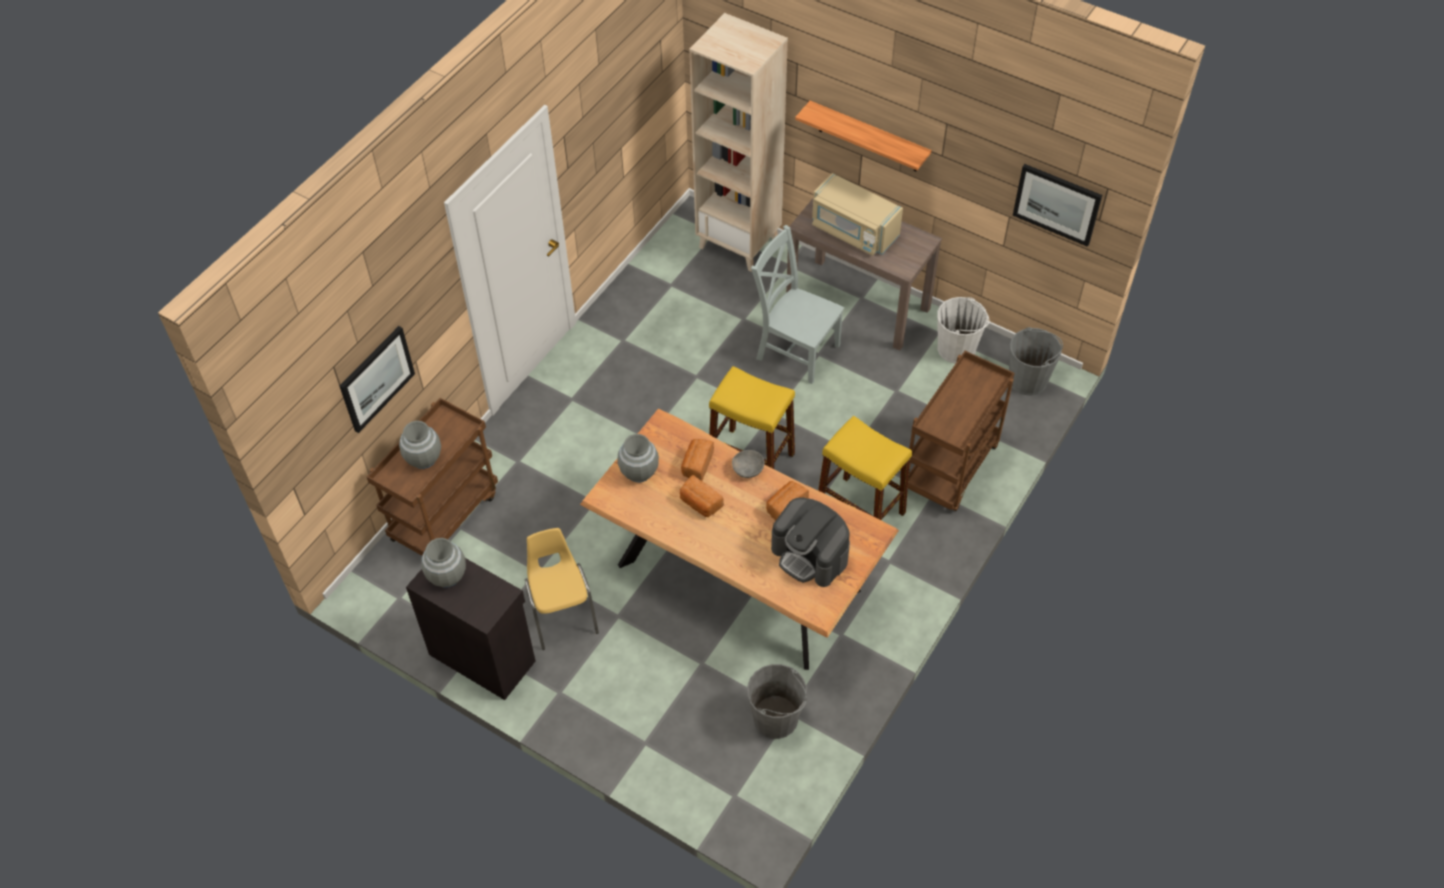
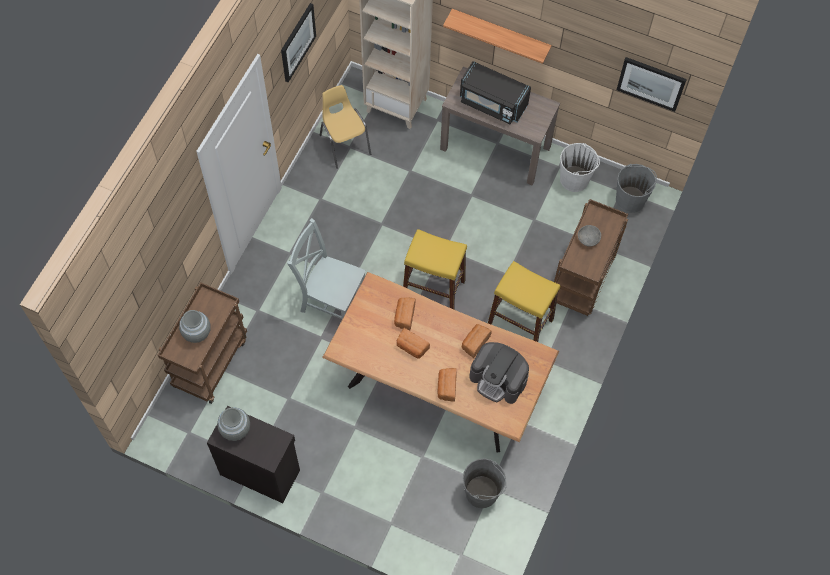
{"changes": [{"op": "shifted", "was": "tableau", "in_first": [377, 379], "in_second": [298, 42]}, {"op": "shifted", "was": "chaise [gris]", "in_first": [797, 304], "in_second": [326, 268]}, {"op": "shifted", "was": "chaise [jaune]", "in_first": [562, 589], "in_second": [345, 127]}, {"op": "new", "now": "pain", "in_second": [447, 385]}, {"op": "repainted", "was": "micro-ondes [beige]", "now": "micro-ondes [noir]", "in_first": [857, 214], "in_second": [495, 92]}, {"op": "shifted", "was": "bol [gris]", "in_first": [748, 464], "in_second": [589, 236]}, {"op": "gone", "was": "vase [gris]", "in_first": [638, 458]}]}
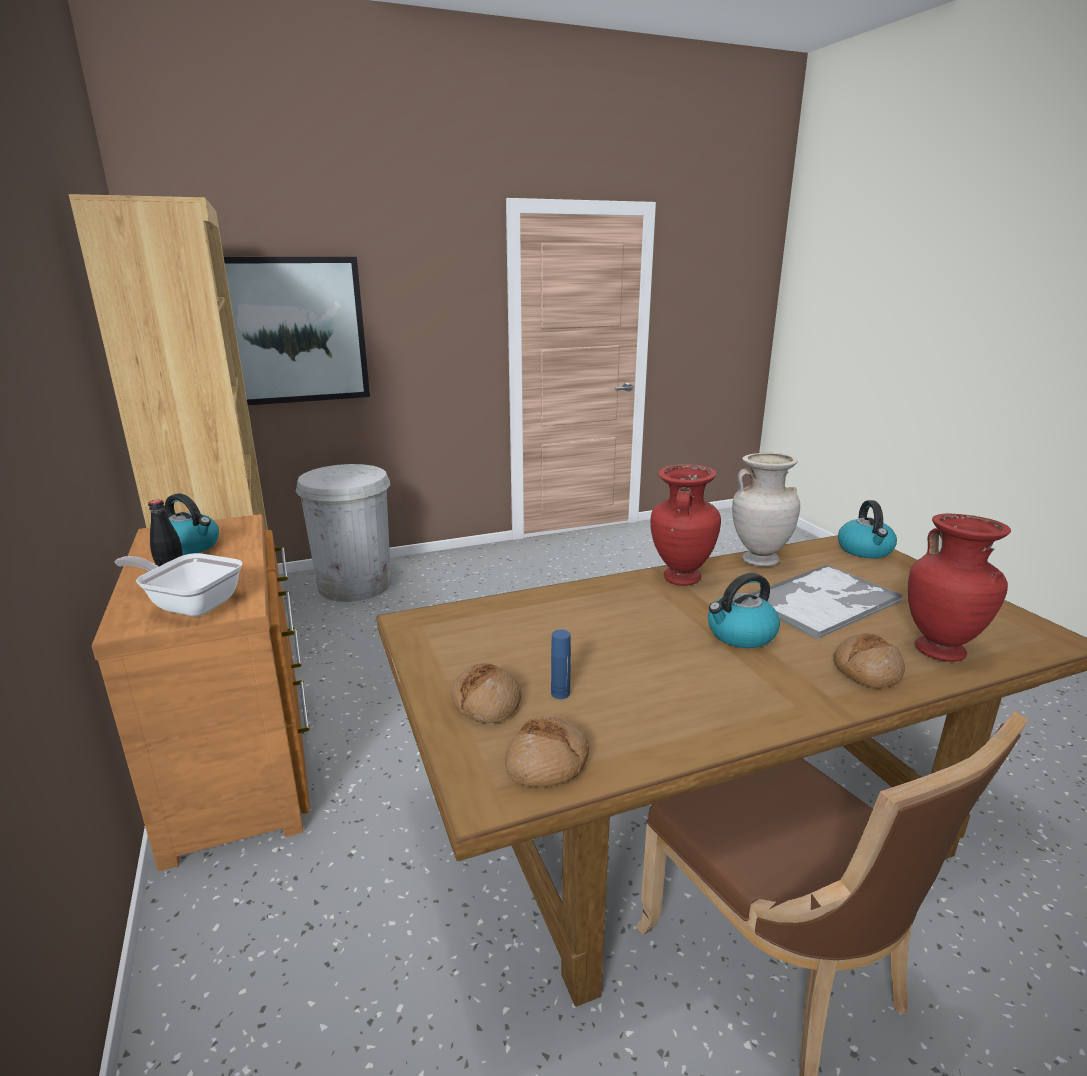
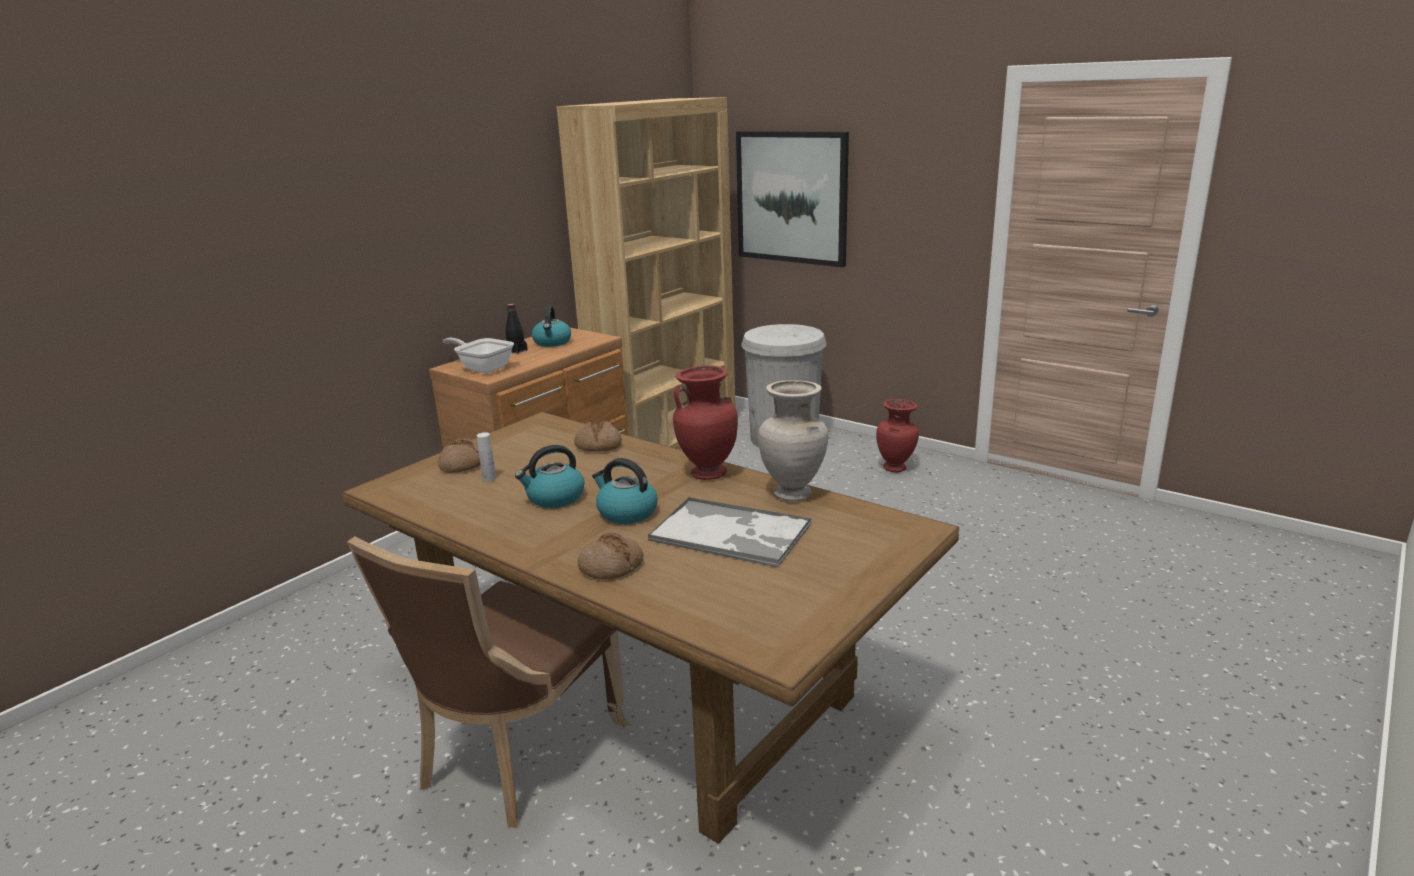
{"changes": [{"op": "rotated", "was": "poêle", "in_first": [179, 585], "in_second": [478, 355], "clockwise": -45}, {"op": "repainted", "was": "bouteille [bleu]", "now": "bouteille [blanc]", "in_first": [561, 664], "in_second": [486, 457]}, {"op": "shifted", "was": "bouilloire", "in_first": [867, 529], "in_second": [549, 476]}, {"op": "shifted", "was": "pain", "in_first": [547, 751], "in_second": [598, 436]}, {"op": "shifted", "was": "vase [rouge]", "in_first": [959, 588], "in_second": [897, 435]}]}
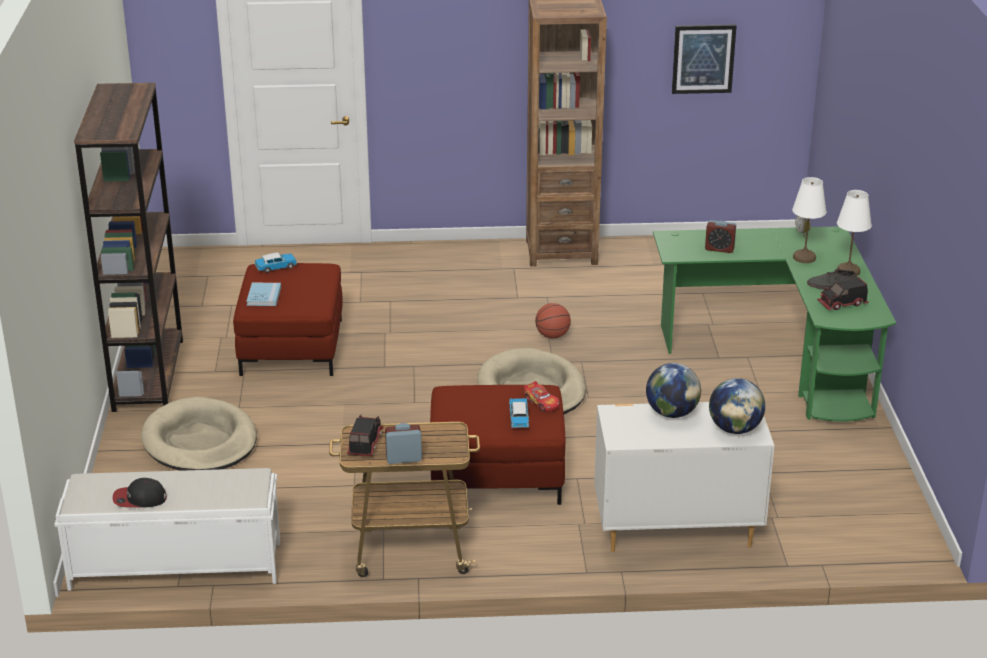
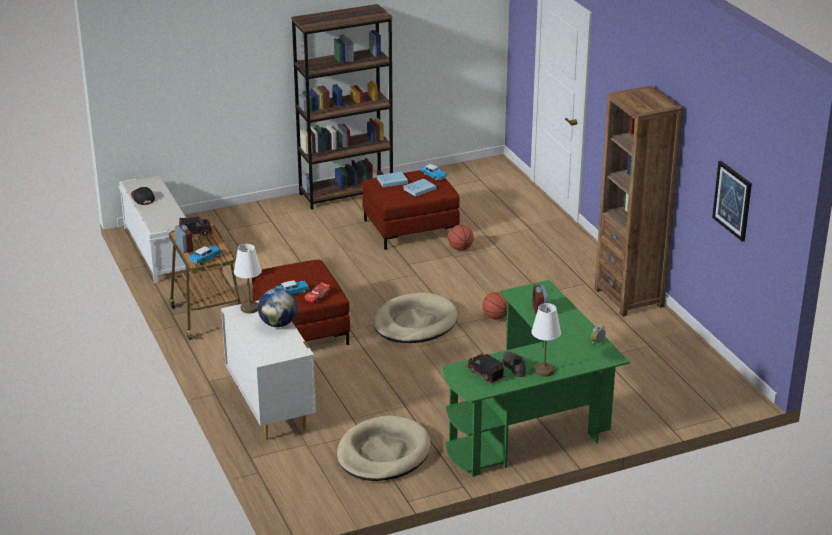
{"changes": [{"op": "new", "now": "petite voiture", "in_second": [205, 254]}, {"op": "shifted", "was": "lampe de table [blanc]", "in_first": [809, 220], "in_second": [248, 278]}, {"op": "shifted", "was": "panier pour chien [beige]", "in_first": [199, 434], "in_second": [384, 448]}, {"op": "new", "now": "livre [bleu]", "in_second": [420, 188]}, {"op": "new", "now": "ballon de basket", "in_second": [461, 238]}, {"op": "gone", "was": "globe", "in_first": [737, 406]}]}
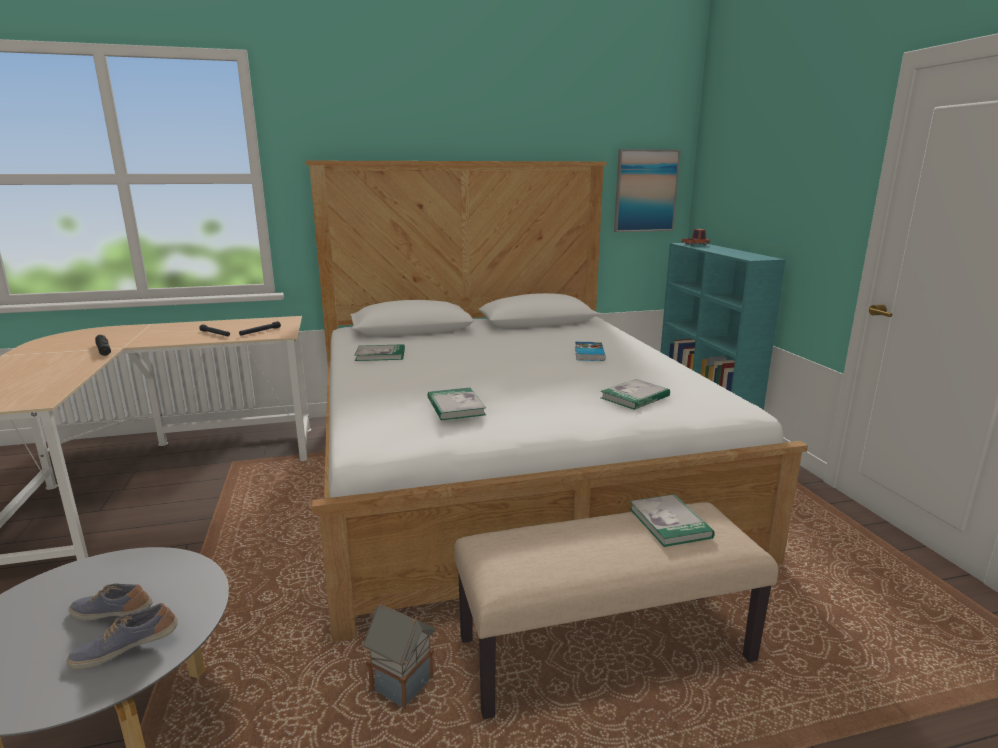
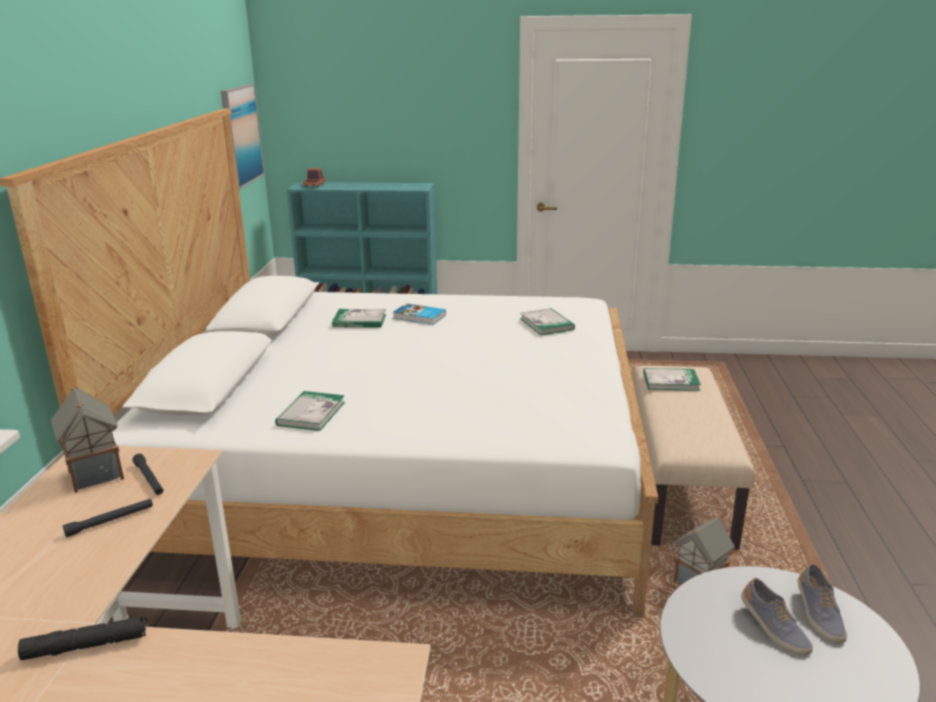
{"changes": [{"op": "new", "now": "maison miniature", "in_second": [87, 439]}, {"op": "shifted", "was": "livre", "in_first": [456, 404], "in_second": [359, 318]}, {"op": "rotated", "was": "chaussure", "in_first": [111, 602], "in_second": [777, 617], "clockwise": -60}]}
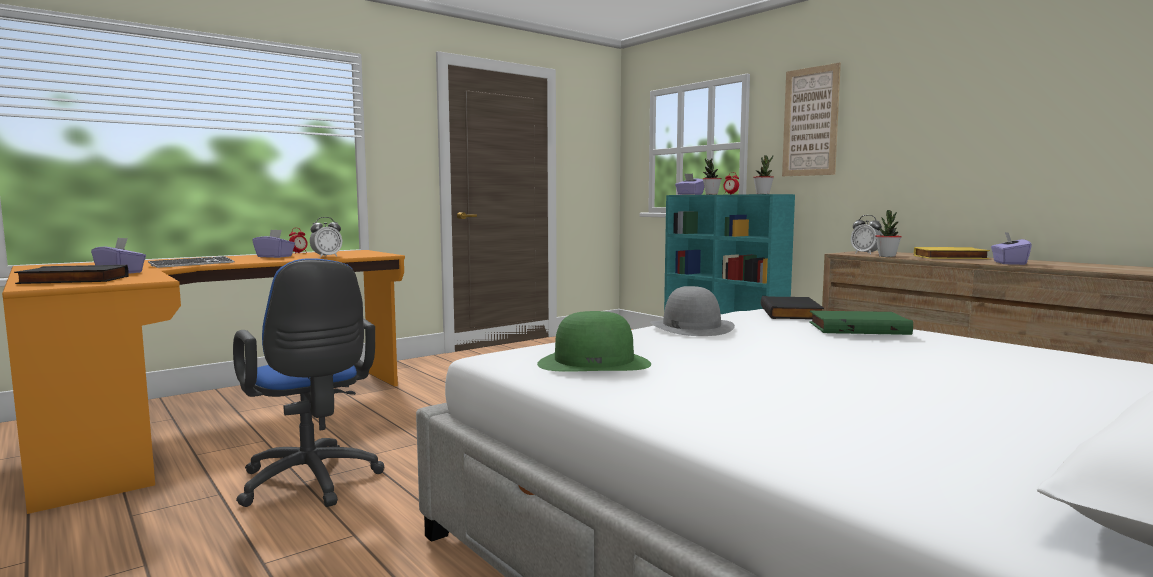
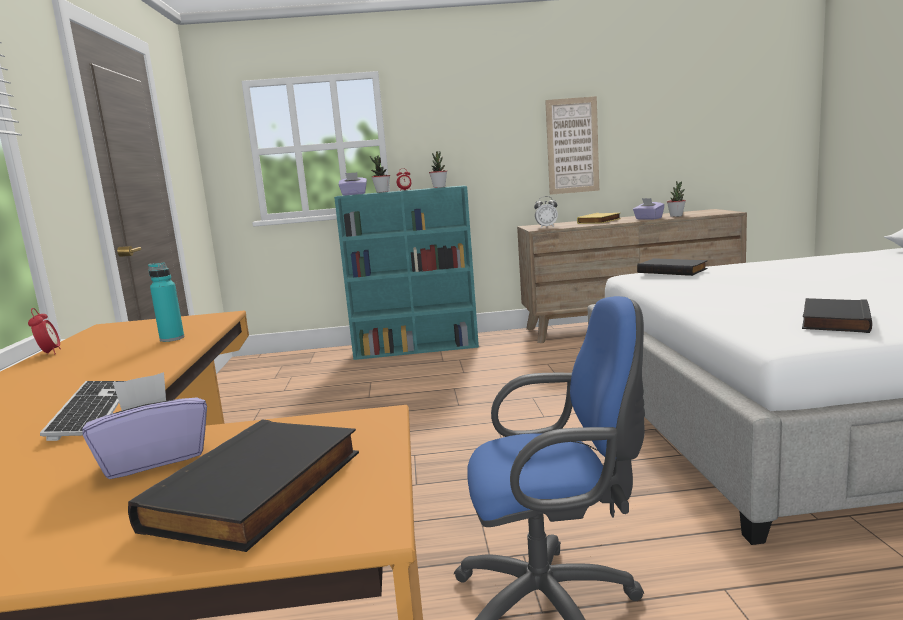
{"changes": [{"op": "swapped", "was": "réveil", "now": "bouteille [turquoise]", "in_first": [326, 237], "in_second": [166, 302]}, {"op": "shifted", "was": "tableau", "in_first": [811, 119], "in_second": [572, 145]}, {"op": "shifted", "was": "plante en pot", "in_first": [888, 233], "in_second": [676, 199]}, {"op": "swapped", "was": "chapeau [vert]", "now": "livre [noir]", "in_first": [594, 341], "in_second": [837, 315]}, {"op": "gone", "was": "boîte à mouchoirs [violet]", "in_first": [273, 244]}, {"op": "gone", "was": "chapeau [gris]", "in_first": [692, 311]}, {"op": "gone", "was": "livre [vert]", "in_first": [861, 323]}]}
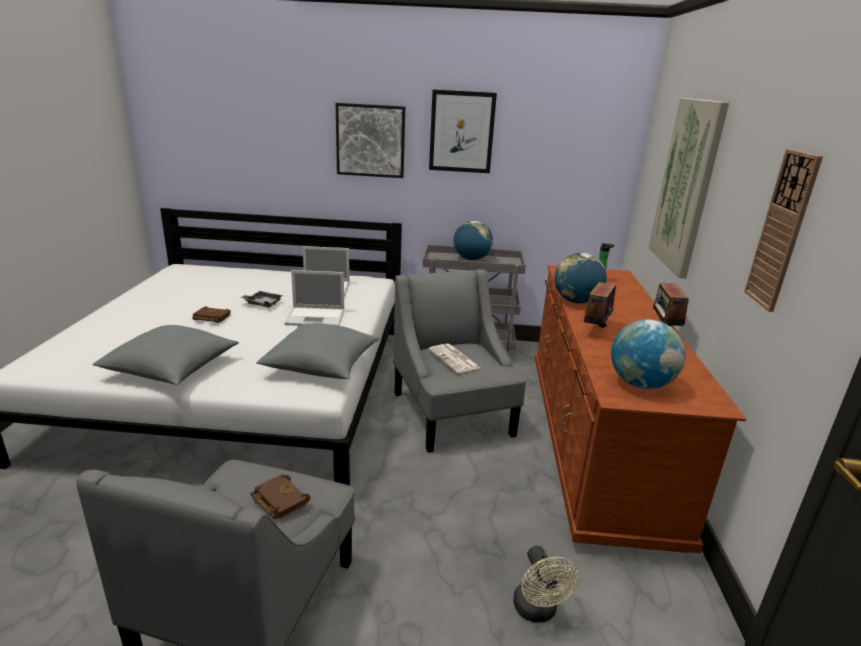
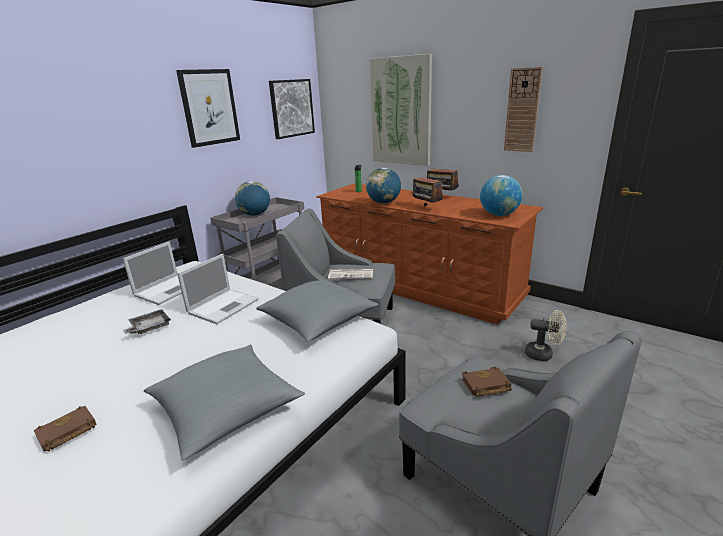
{"changes": [{"op": "shifted", "was": "livre [marron]", "in_first": [211, 314], "in_second": [65, 429]}, {"op": "shifted", "was": "tableau", "in_first": [370, 140], "in_second": [292, 109]}]}
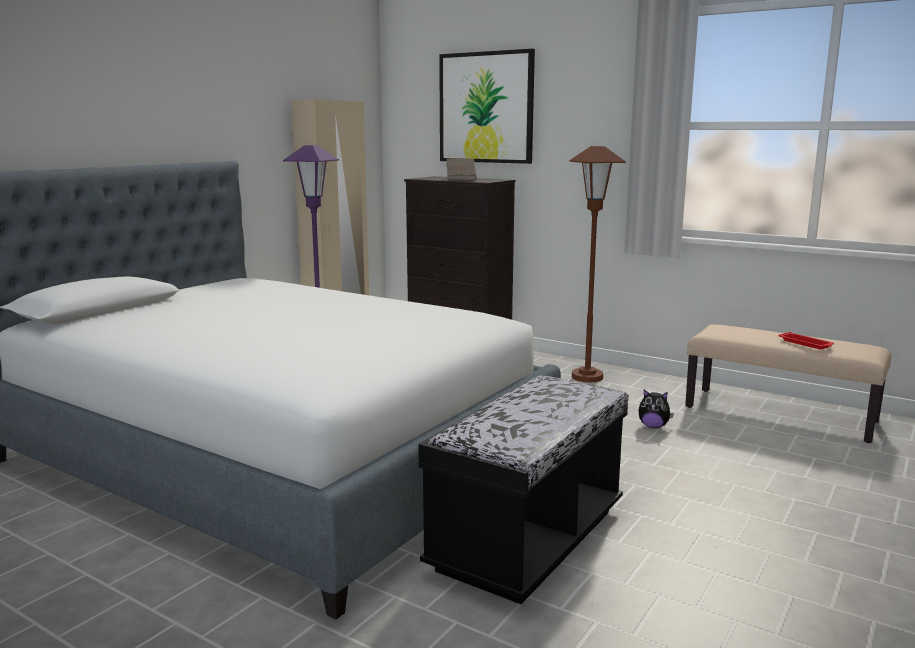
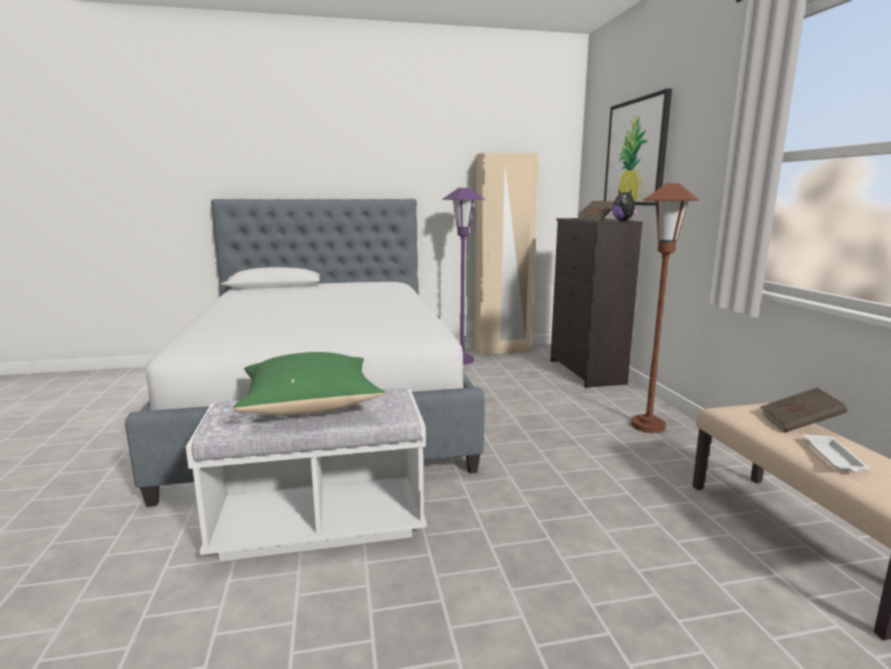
{"changes": [{"op": "repainted", "was": "banc [noir]", "now": "banc [blanc]", "in_first": [523, 490], "in_second": [306, 474]}, {"op": "new", "now": "coussin [vert]", "in_second": [309, 383]}, {"op": "shifted", "was": "peluche", "in_first": [656, 408], "in_second": [625, 205]}, {"op": "new", "now": "livre [marron]", "in_second": [804, 410]}, {"op": "repainted", "was": "plateau [rouge]", "now": "plateau [blanc]", "in_first": [806, 341], "in_second": [837, 454]}]}
